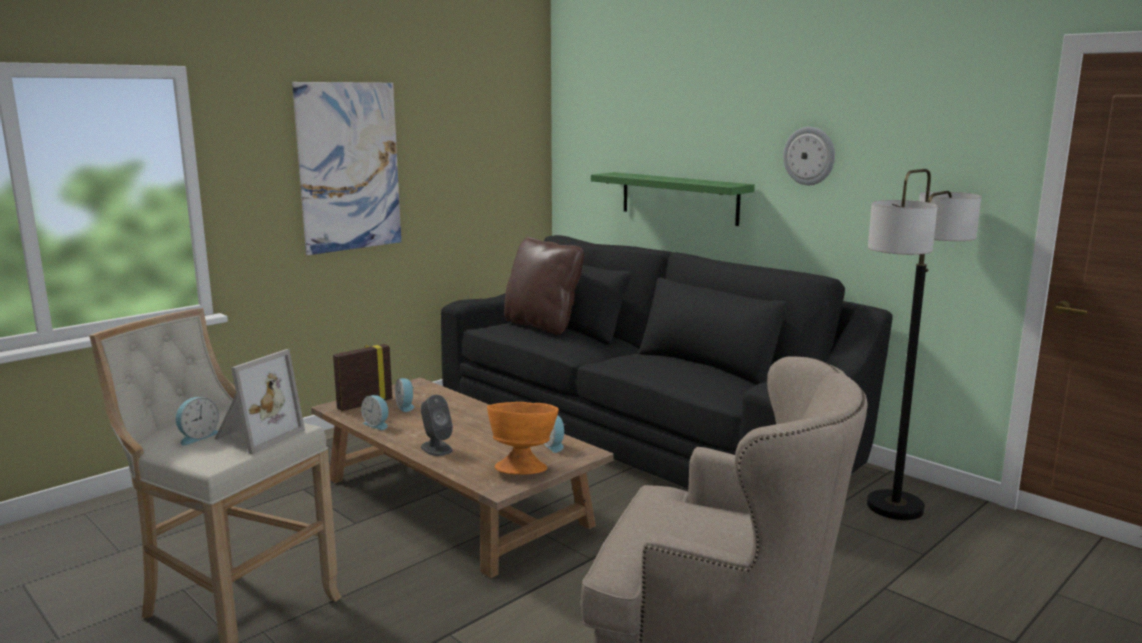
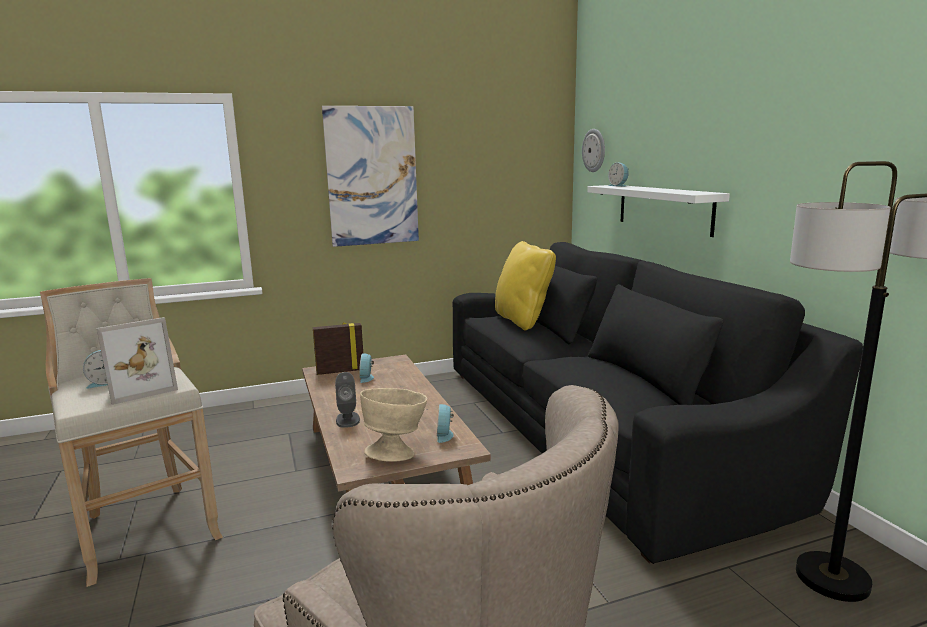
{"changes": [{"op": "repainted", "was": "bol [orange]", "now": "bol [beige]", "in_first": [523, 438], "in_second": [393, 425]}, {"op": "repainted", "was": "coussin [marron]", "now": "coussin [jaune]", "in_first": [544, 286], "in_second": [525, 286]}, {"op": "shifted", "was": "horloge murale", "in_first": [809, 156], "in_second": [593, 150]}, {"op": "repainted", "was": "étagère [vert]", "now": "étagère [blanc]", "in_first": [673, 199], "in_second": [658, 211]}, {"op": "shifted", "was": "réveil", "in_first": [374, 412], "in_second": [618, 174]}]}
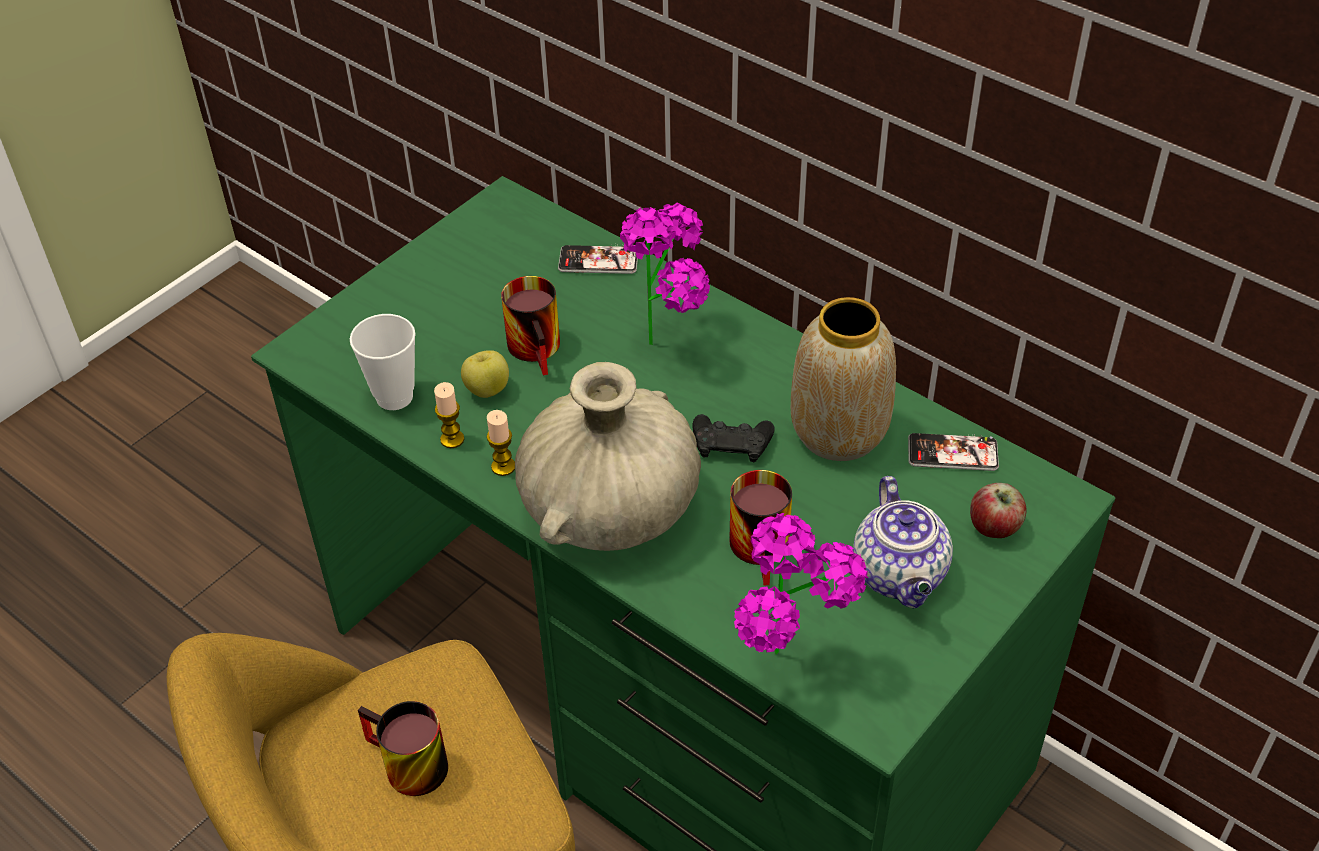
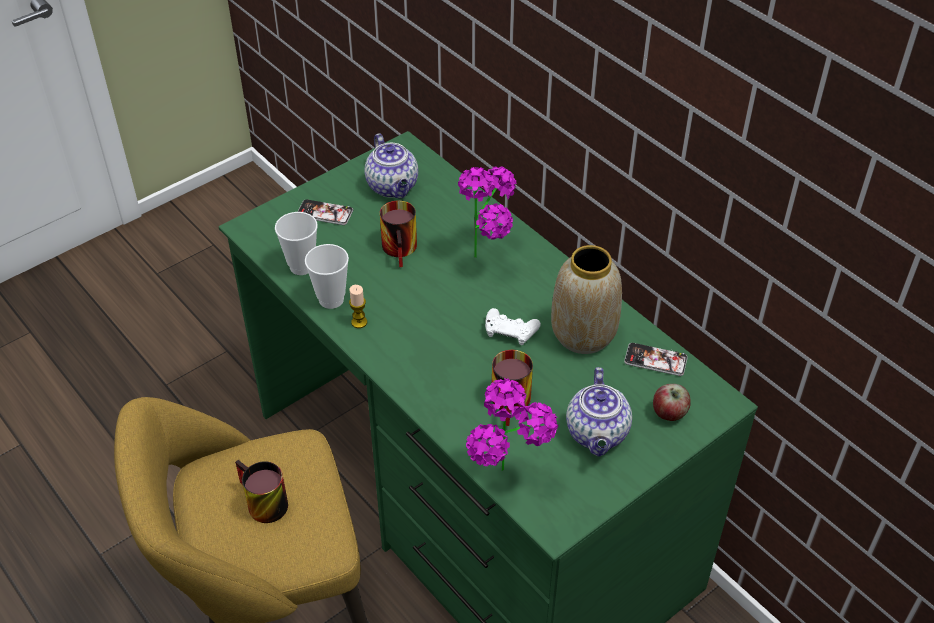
{"changes": [{"op": "shifted", "was": "téléphone", "in_first": [598, 259], "in_second": [325, 212]}, {"op": "swapped", "was": "bougie", "now": "tasse", "in_first": [449, 415], "in_second": [327, 276]}, {"op": "new", "now": "théière", "in_second": [391, 166]}, {"op": "repainted", "was": "manette [noir]", "now": "manette [blanc]", "in_first": [733, 438], "in_second": [513, 326]}, {"op": "gone", "was": "pomme", "in_first": [485, 374]}, {"op": "gone", "was": "vase [beige]", "in_first": [608, 456]}]}
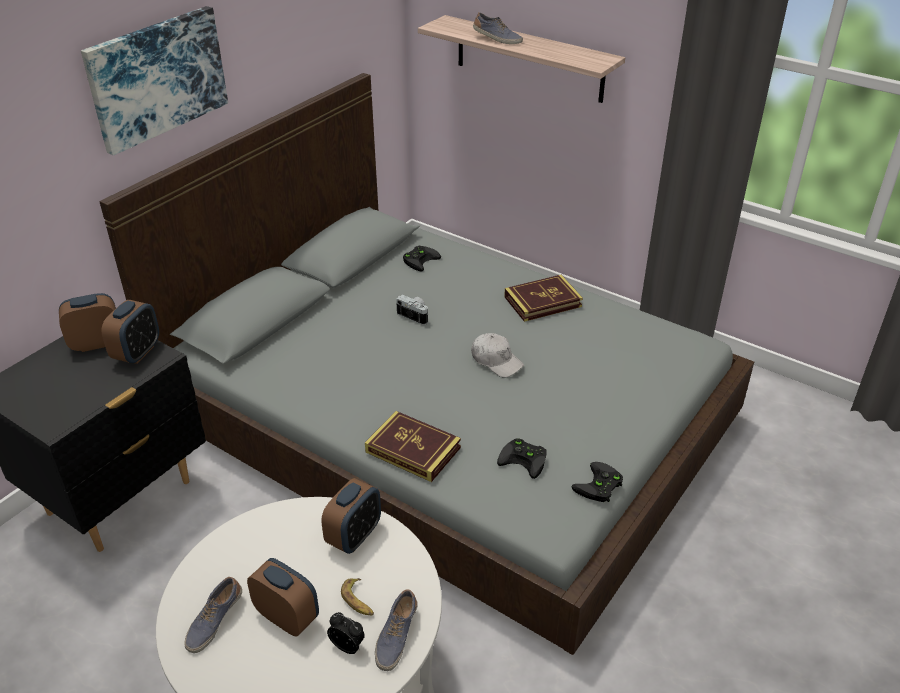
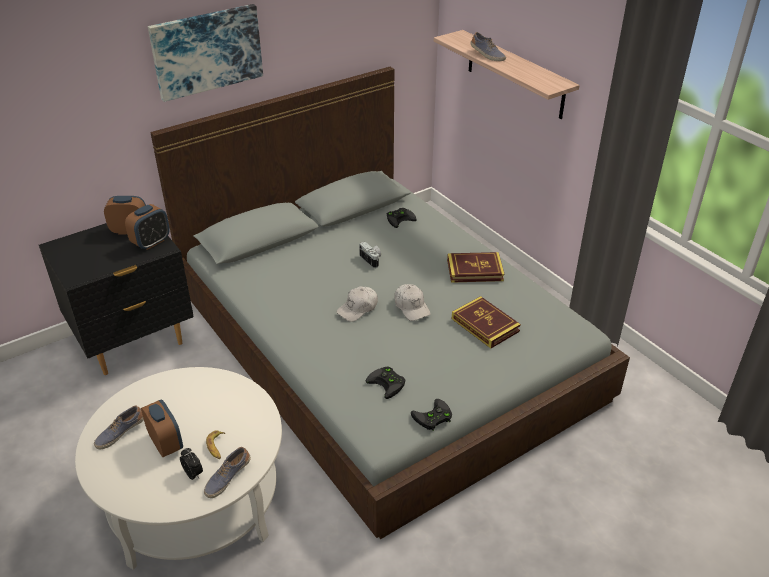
{"changes": [{"op": "new", "now": "casquette [blanc]", "in_second": [357, 304]}, {"op": "shifted", "was": "livre", "in_first": [413, 446], "in_second": [486, 322]}, {"op": "gone", "was": "réveil", "in_first": [351, 516]}]}
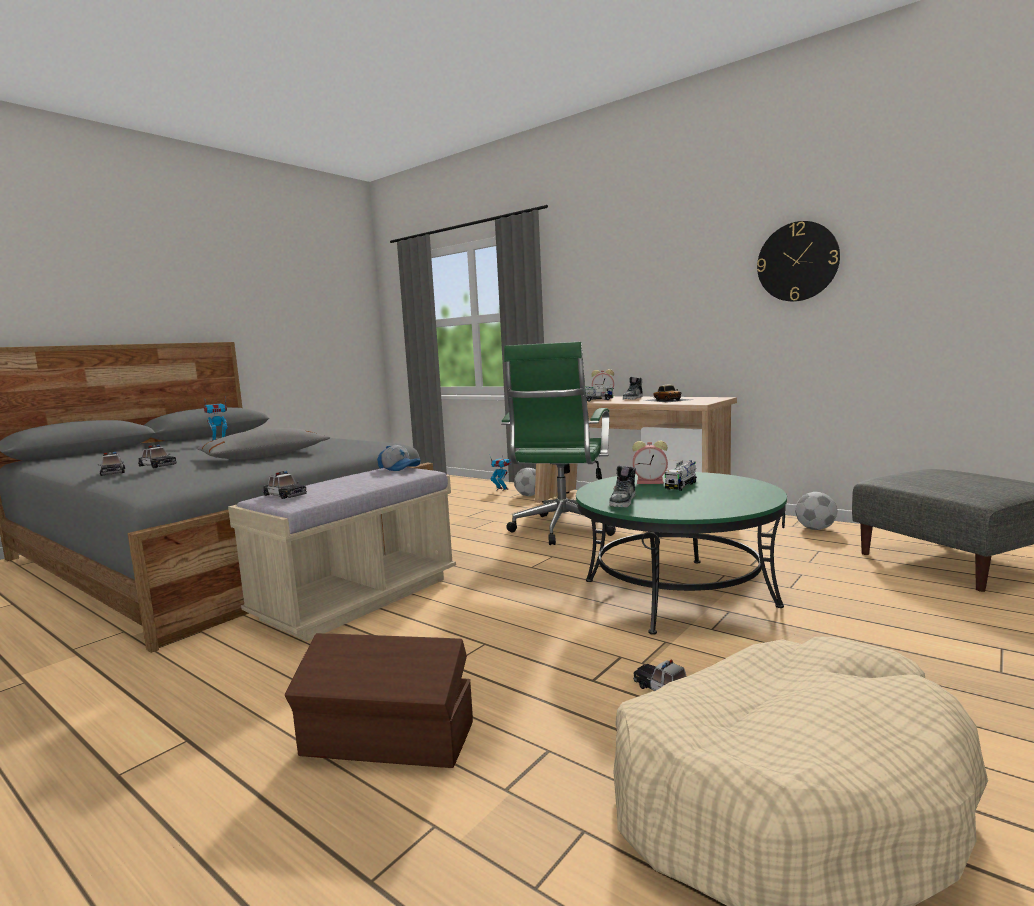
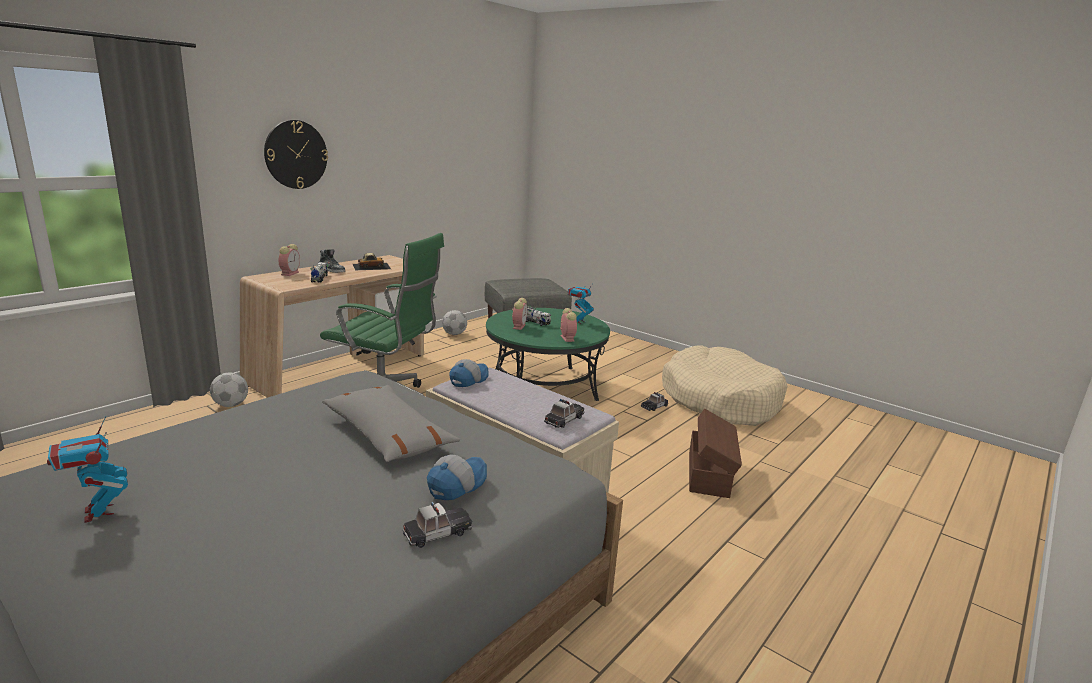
{"changes": [{"op": "shifted", "was": "horloge murale", "in_first": [798, 261], "in_second": [296, 154]}, {"op": "swapped", "was": "petite voiture", "now": "casquette", "in_first": [157, 456], "in_second": [457, 477]}, {"op": "swapped", "was": "chaussure", "now": "réveil", "in_first": [622, 486], "in_second": [568, 325]}, {"op": "shifted", "was": "robot jouet", "in_first": [500, 473], "in_second": [581, 303]}]}
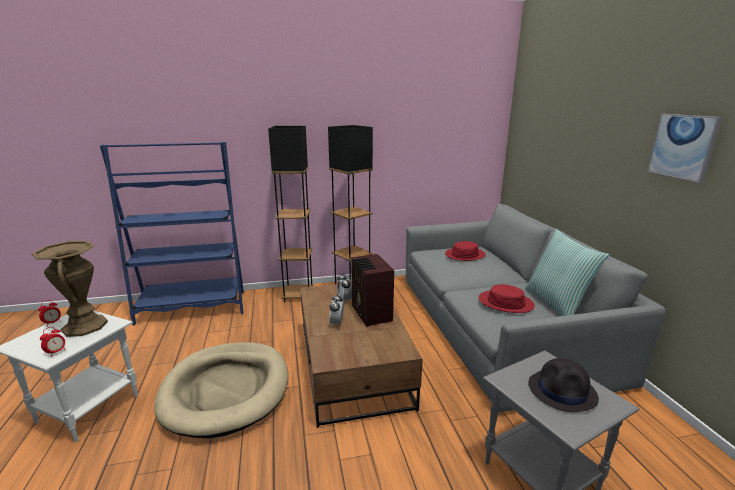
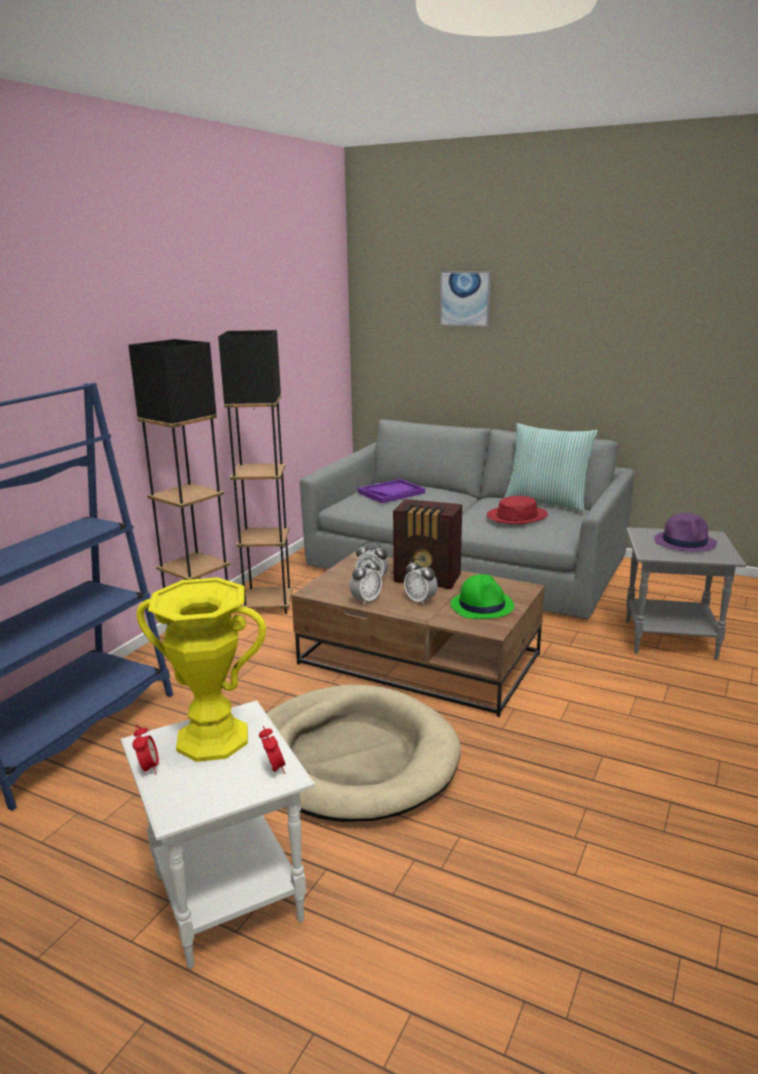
{"changes": [{"op": "repainted", "was": "vase [marron]", "now": "vase [jaune]", "in_first": [69, 289], "in_second": [201, 669]}, {"op": "new", "now": "réveil", "in_second": [366, 581]}, {"op": "swapped", "was": "chapeau [rouge]", "now": "plateau [violet]", "in_first": [465, 251], "in_second": [391, 491]}, {"op": "shifted", "was": "tableau", "in_first": [684, 148], "in_second": [465, 299]}, {"op": "new", "now": "chapeau [vert]", "in_second": [482, 596]}, {"op": "repainted", "was": "chapeau [noir]", "now": "chapeau [violet]", "in_first": [564, 385], "in_second": [685, 532]}]}
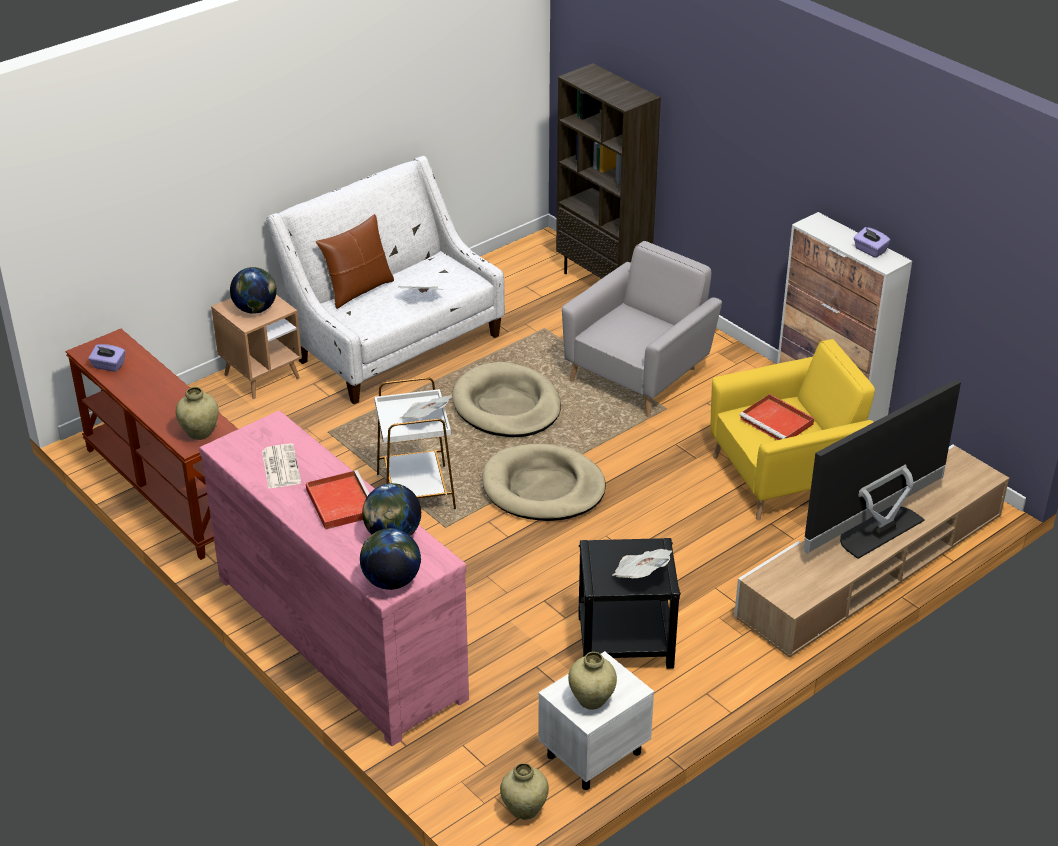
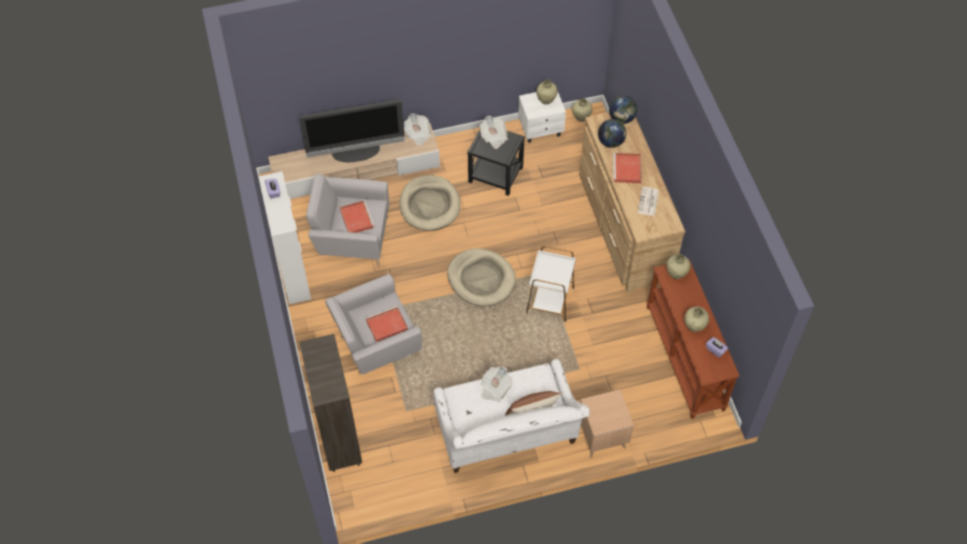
{"changes": [{"op": "repainted", "was": "fauteuil [jaune]", "now": "fauteuil [gris]", "in_first": [792, 429], "in_second": [347, 220]}, {"op": "new", "now": "plateau [rouge]", "in_second": [387, 324]}, {"op": "shifted", "was": "panier pour chien [beige]", "in_first": [506, 399], "in_second": [429, 203]}, {"op": "shifted", "was": "journal", "in_first": [426, 407], "in_second": [417, 129]}, {"op": "repainted", "was": "commode [rose]", "now": "commode [marron]", "in_first": [334, 578], "in_second": [632, 203]}, {"op": "new", "now": "vase [beige]", "in_second": [696, 319]}, {"op": "gone", "was": "globe", "in_first": [253, 290]}]}
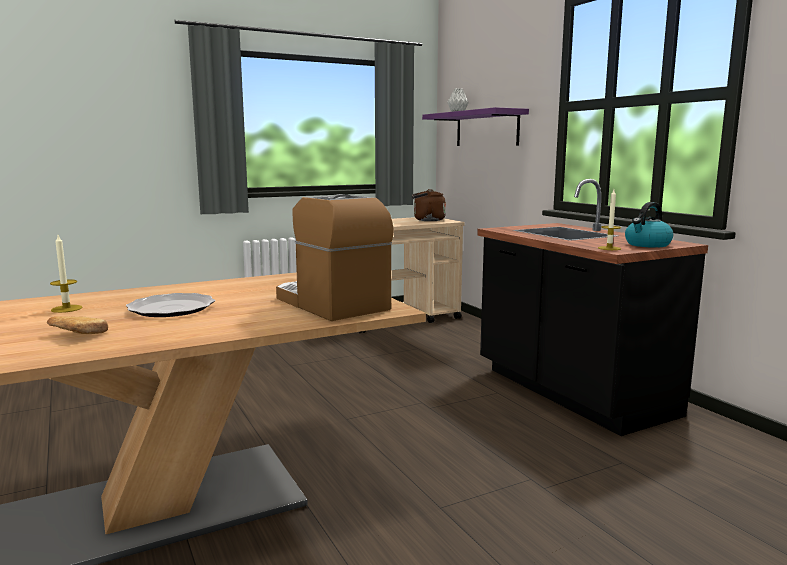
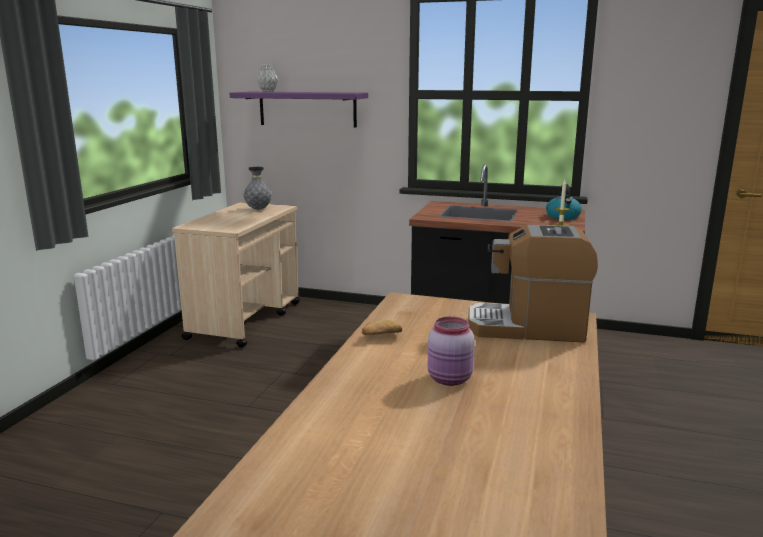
{"changes": [{"op": "swapped", "was": "bouilloire [marron]", "now": "vase [gris]", "in_first": [429, 205], "in_second": [258, 188]}, {"op": "shifted", "was": "pain", "in_first": [77, 325], "in_second": [382, 327]}, {"op": "swapped", "was": "assiette", "now": "bocal [rose]", "in_first": [170, 305], "in_second": [451, 351]}, {"op": "gone", "was": "bougie", "in_first": [66, 274]}]}
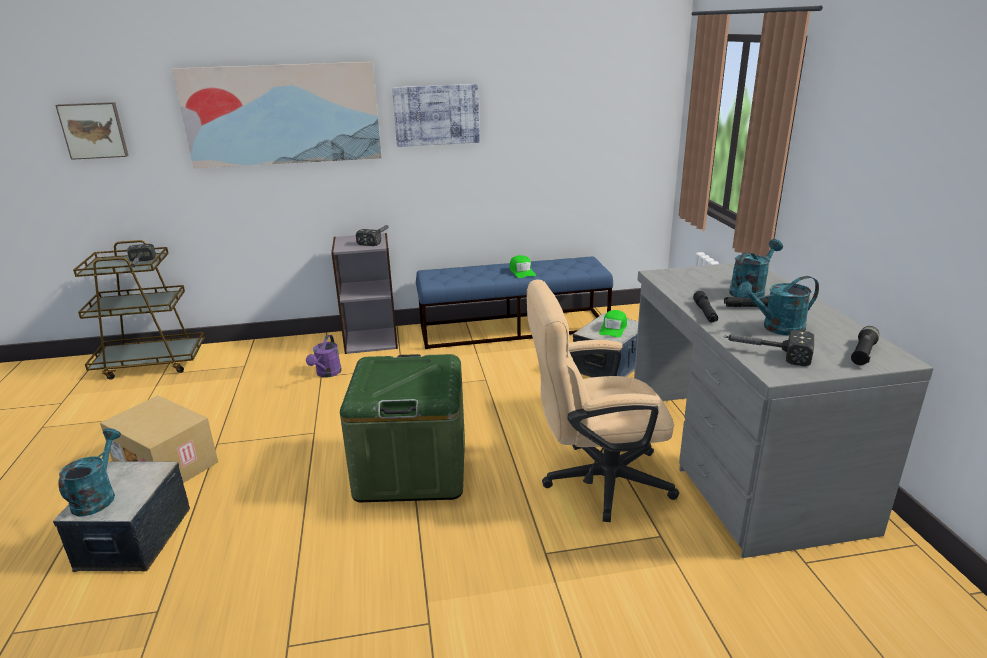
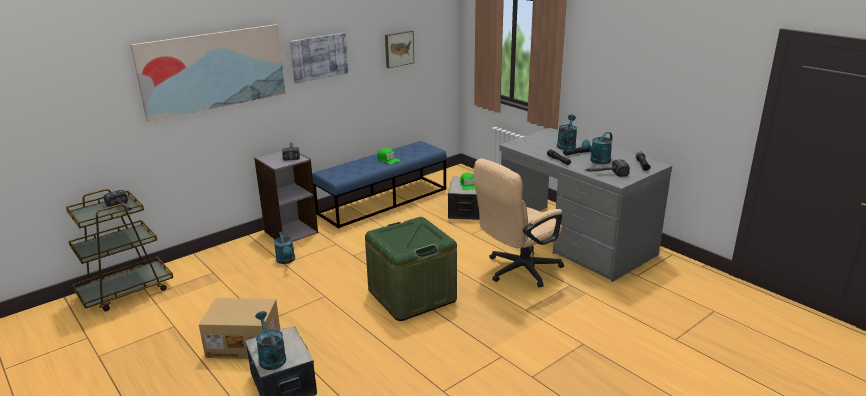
{"changes": [{"op": "repainted", "was": "arrosoir [violet]", "now": "arrosoir [turquoise]", "in_first": [324, 356], "in_second": [284, 248]}, {"op": "shifted", "was": "tableau", "in_first": [92, 131], "in_second": [399, 49]}]}
